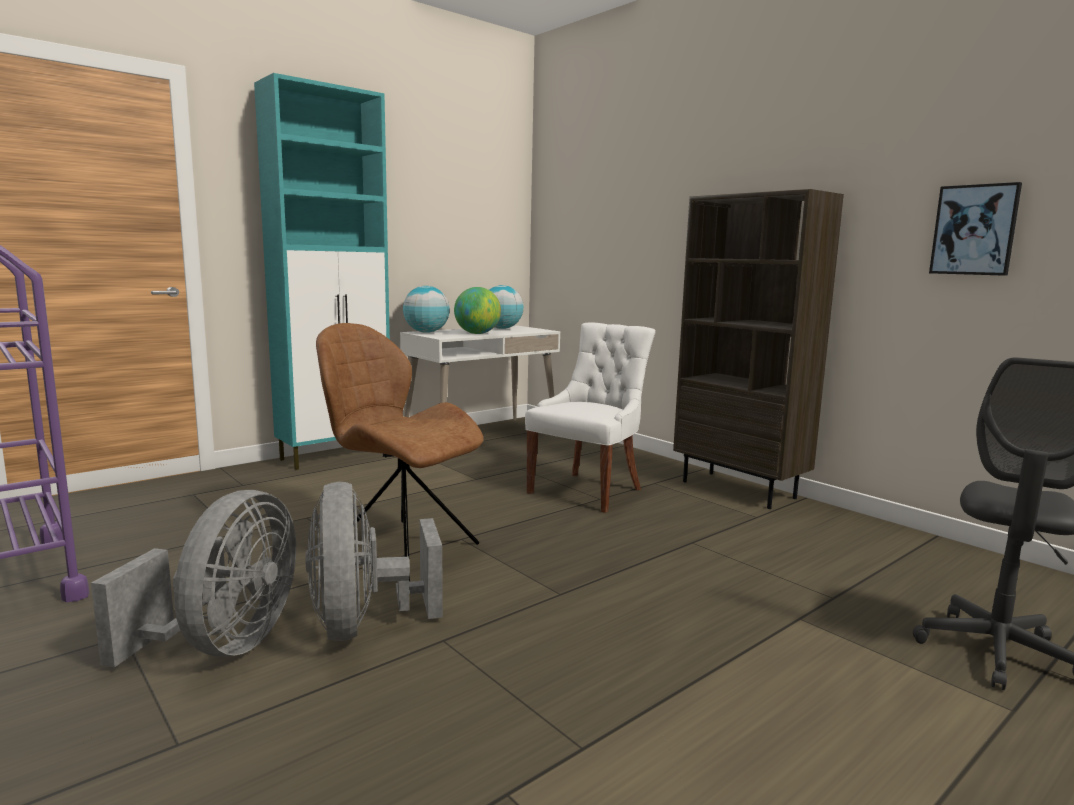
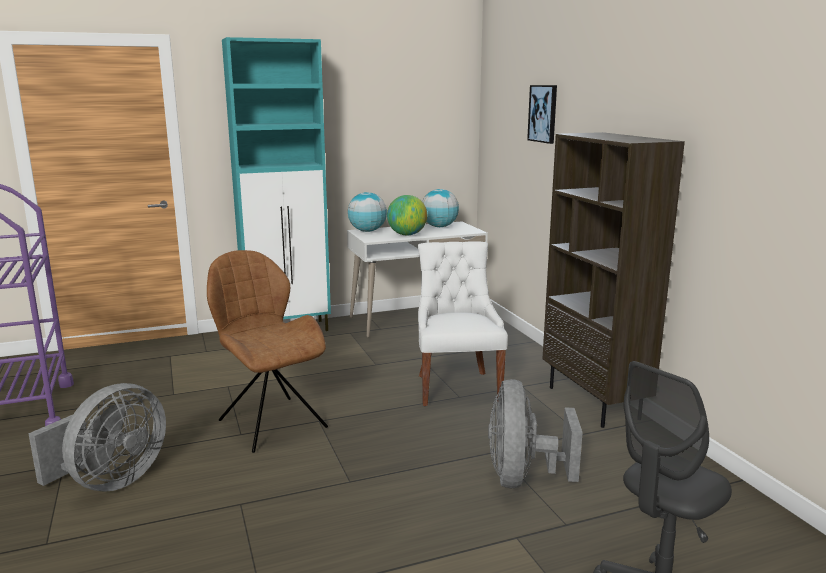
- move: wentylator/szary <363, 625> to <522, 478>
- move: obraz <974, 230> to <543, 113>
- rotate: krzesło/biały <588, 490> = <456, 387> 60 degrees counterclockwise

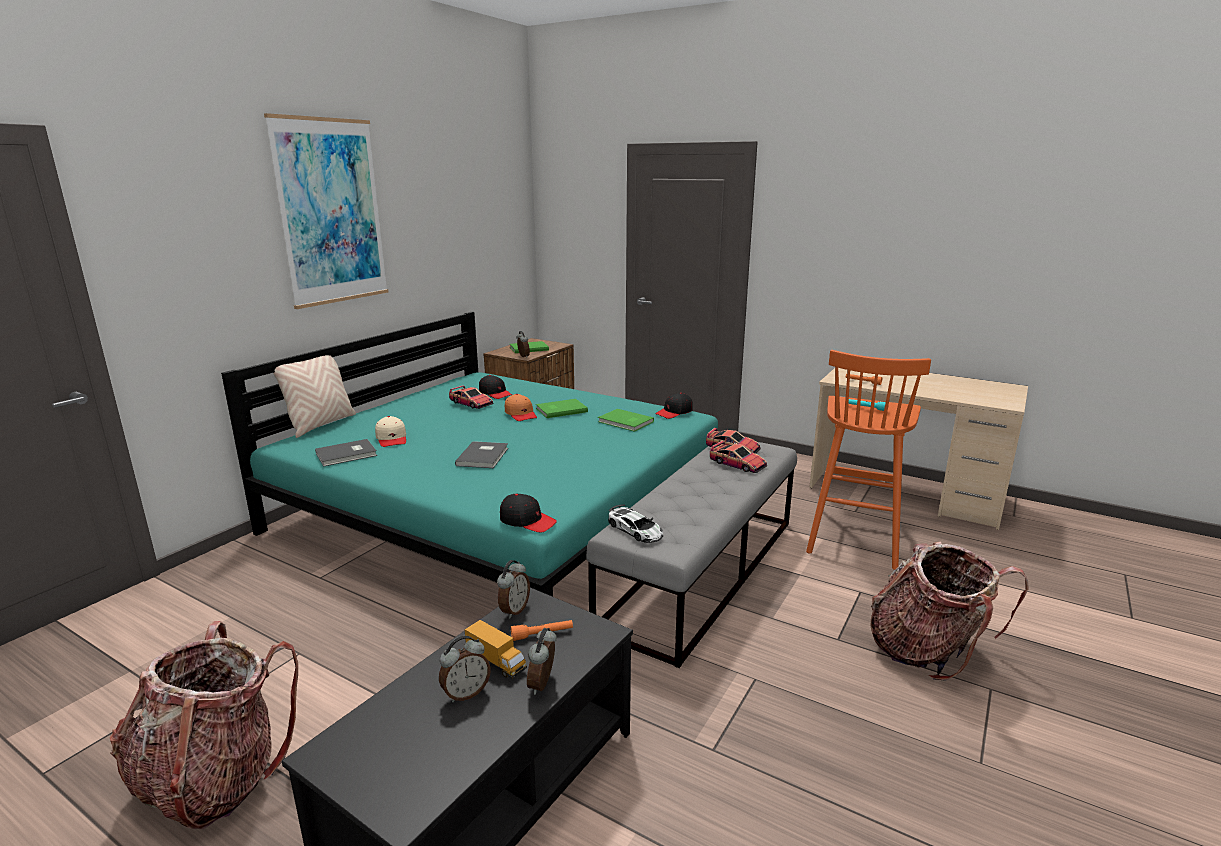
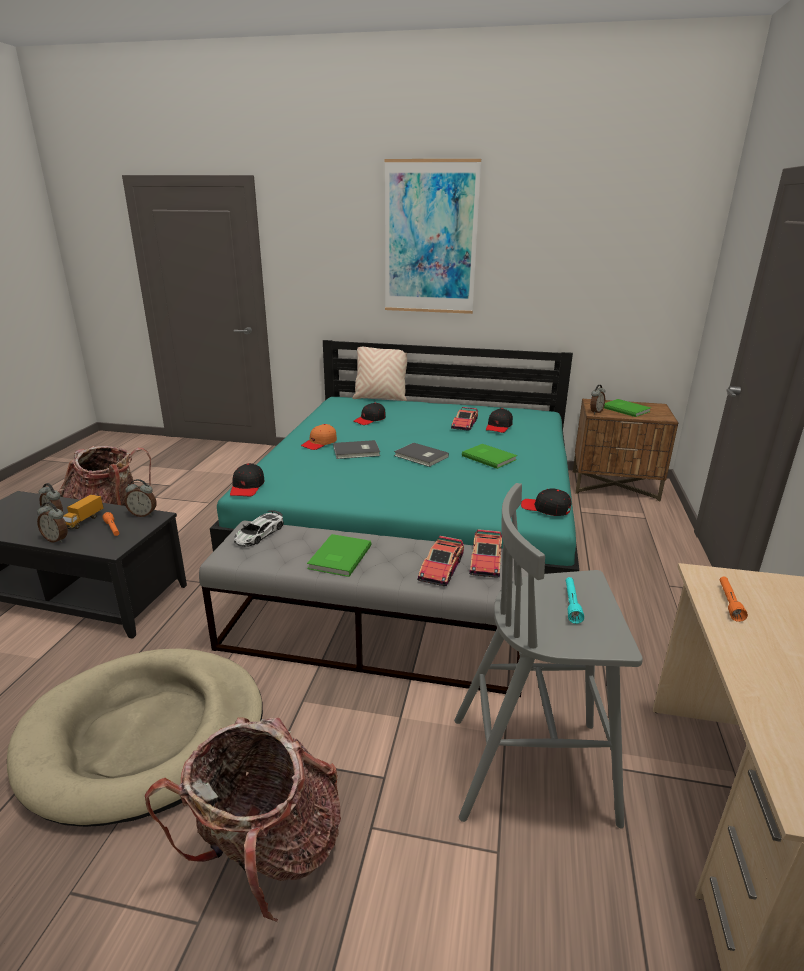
- insert: legowisko/beżowy <145, 735>
- move: książka/szary <347, 455> to <421, 457>
- move: czapka z daszkiem/pomarańczowy <521, 414> to <319, 443>
- move: książka/zielony <625, 422> to <338, 557>
- recolor: czapka z daszkiem/beżowy <392, 438> to czapka z daszkiem/czarny <370, 420>
- recolor: stołek/pomarańczowy <854, 536> to stołek/szary <535, 769>
- rotate: budzik <543, 684> = <57, 539> 150 degrees counterclockwise

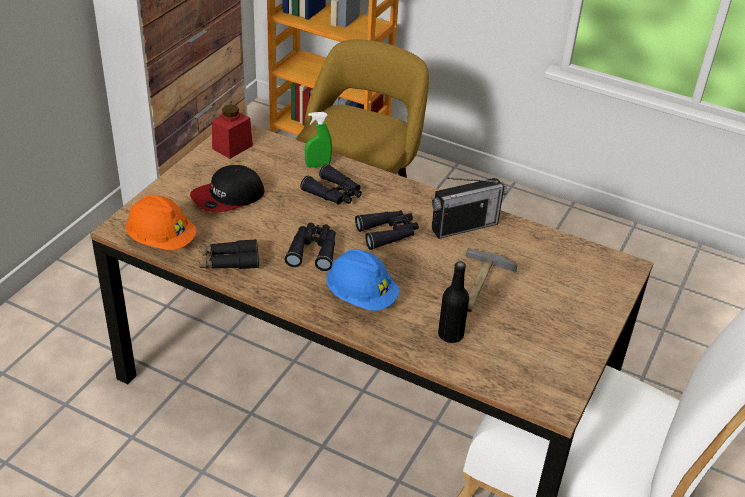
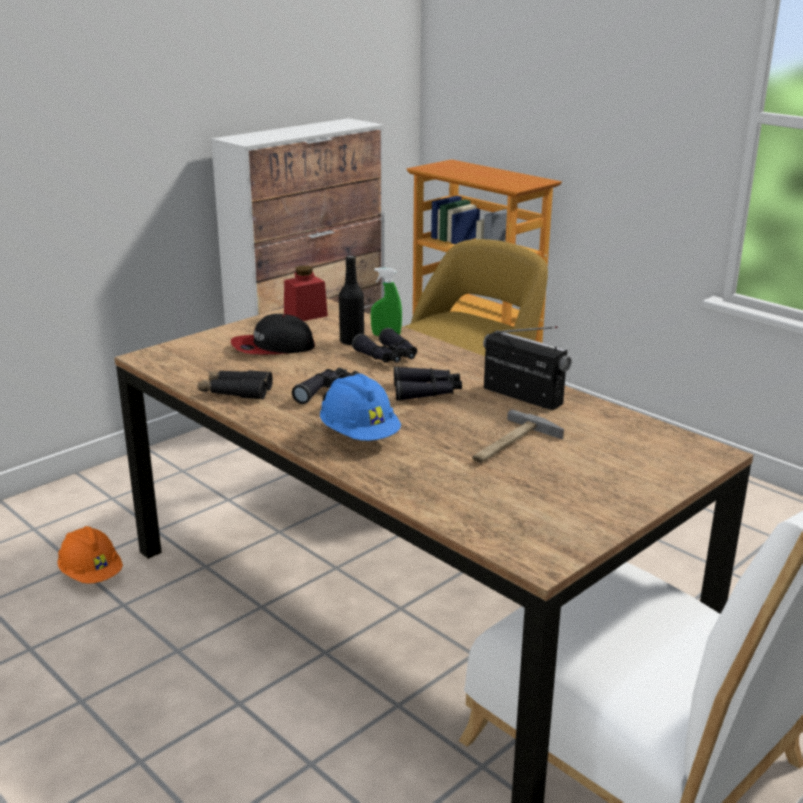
- move: kask/pomarańczowy <161, 240> to <91, 574>
- move: butelka/czarny <450, 335> to <352, 341>
- rotate: radio <464, 226> = <522, 396> 135 degrees counterclockwise

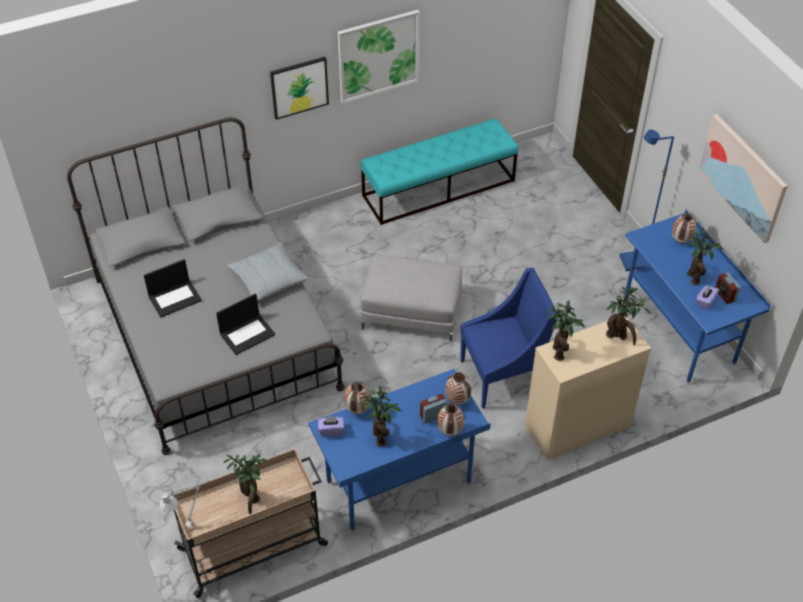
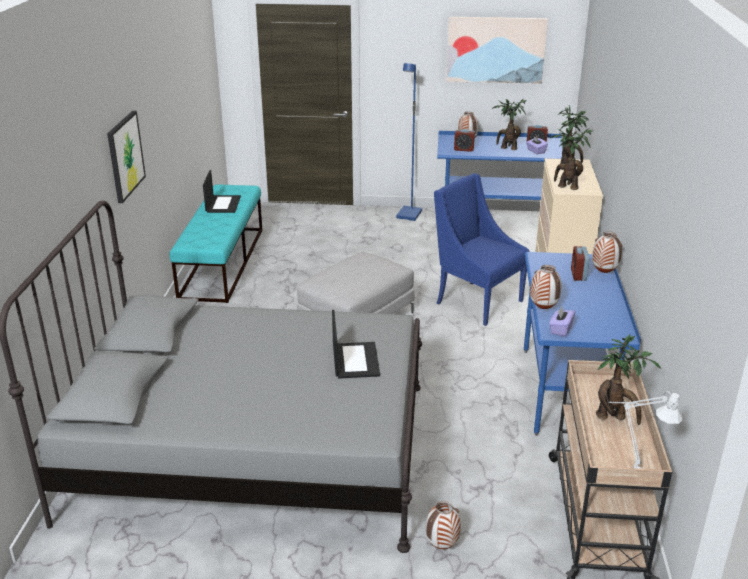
- delete: poduszka <268, 278>
- delete: obraz <378, 56>
- delete: roślina doniczkowa <380, 435>
- insert: budzik <463, 149>
- move: laptop <175, 298> to <222, 204>
- move: wazon <458, 400> to <442, 546>
- rotate: fotel/niebieski <502, 376> = <476, 301> 60 degrees counterclockwise

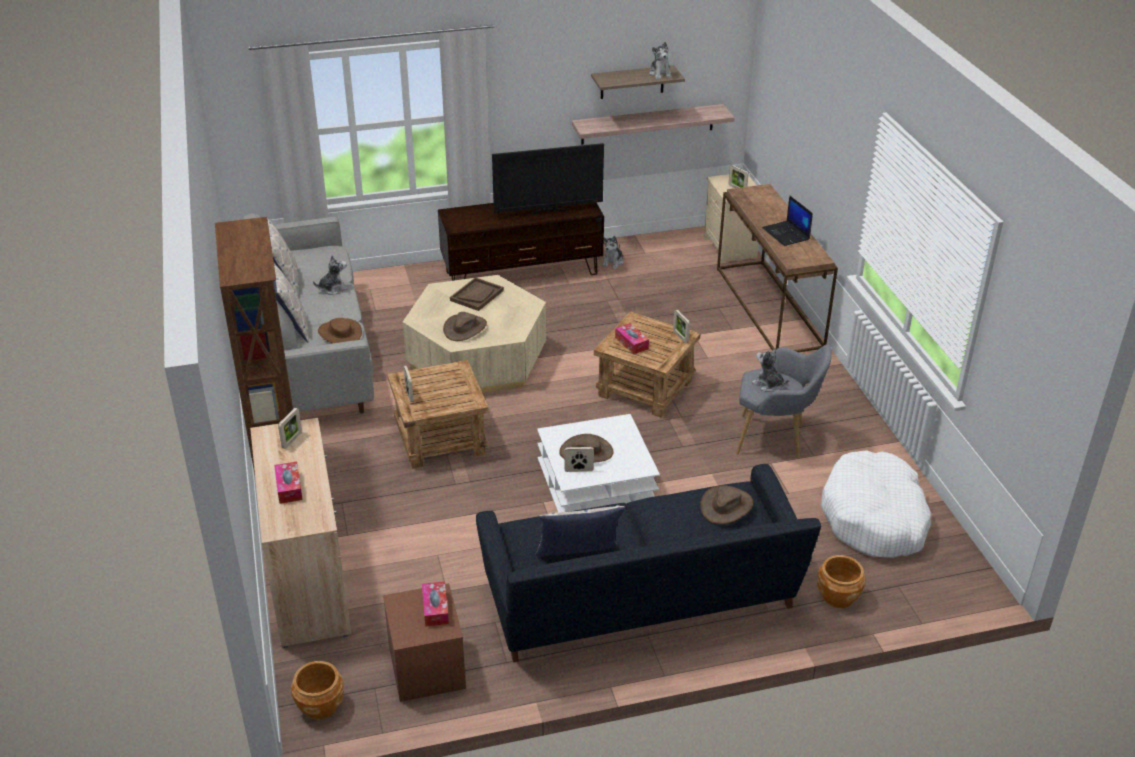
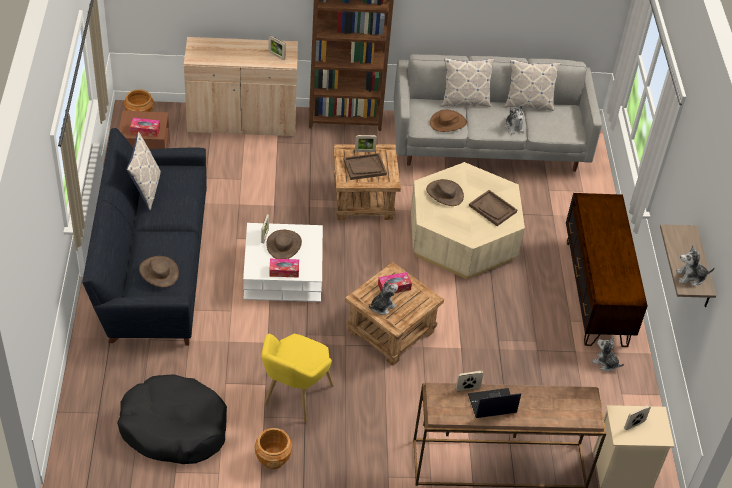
- delete: telewizor <548, 211>
- delete: półka <647, 124>
- insert: taca/brązowy <364, 167>
- move: pudełko chusteczek <289, 487> to <284, 271>
- move: ramka na zdjęcie <680, 337> to <467, 388>
- move: pluszak <768, 384> to <382, 306>
- move: donica/brązowy <837, 597> to <273, 458>
- recolor: fotel/szary <775, 439> to fotel/żółty <294, 398>
- recolor: legowisko/biały <874, 518> to legowisko/czarny <174, 428>

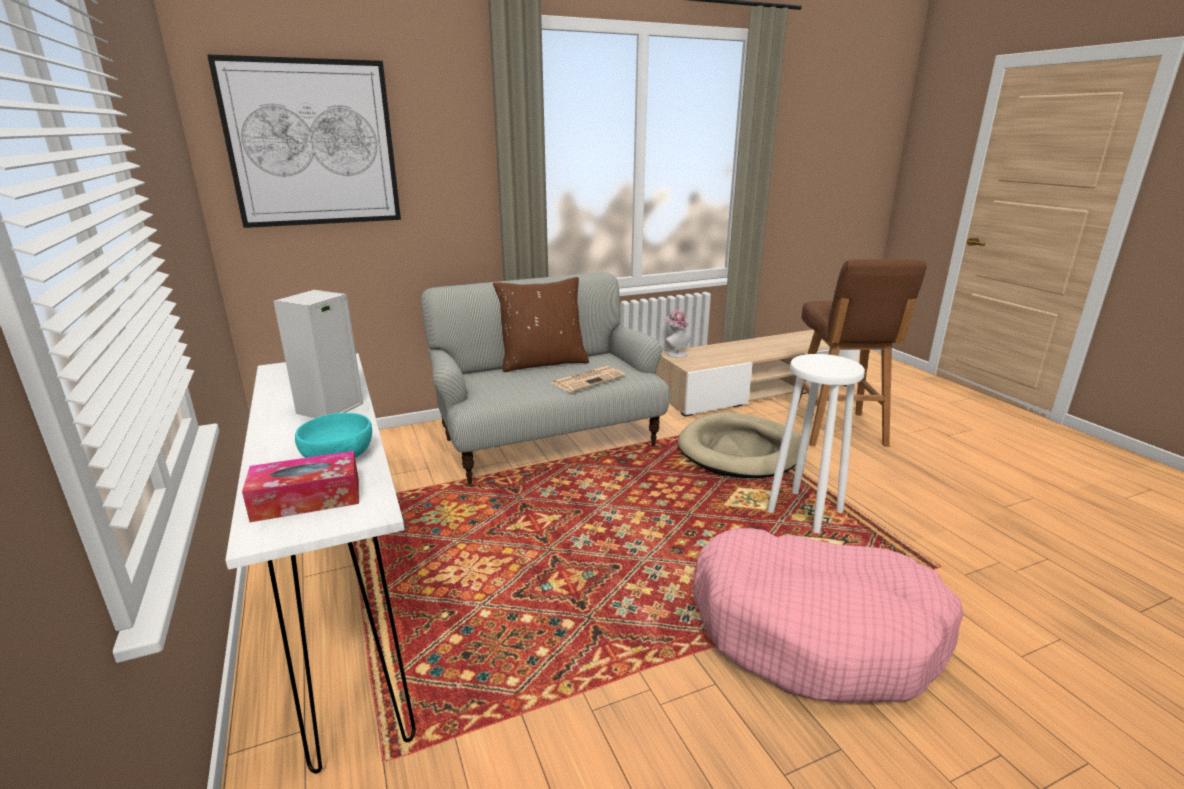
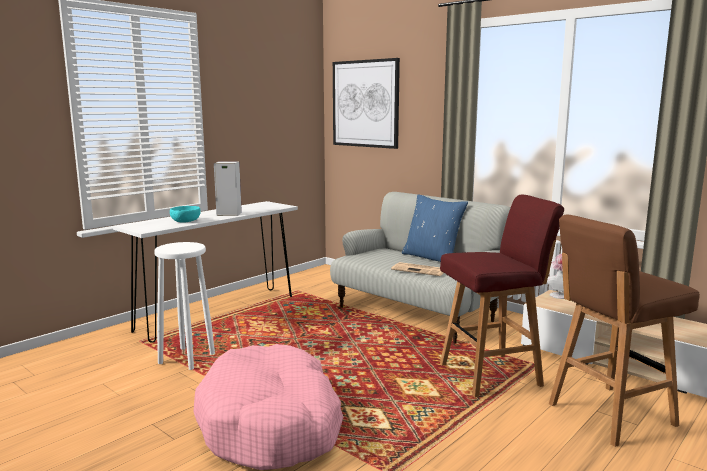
- delete: pudełko chusteczek <307, 499>
- move: stołek/biały <804, 511> to <187, 358>
- replace: legowisko/beżowy <740, 451> to stołek/czerwony <492, 374>
- recolor: poduszka/brązowy <543, 362> to poduszka/niebieski <432, 257>

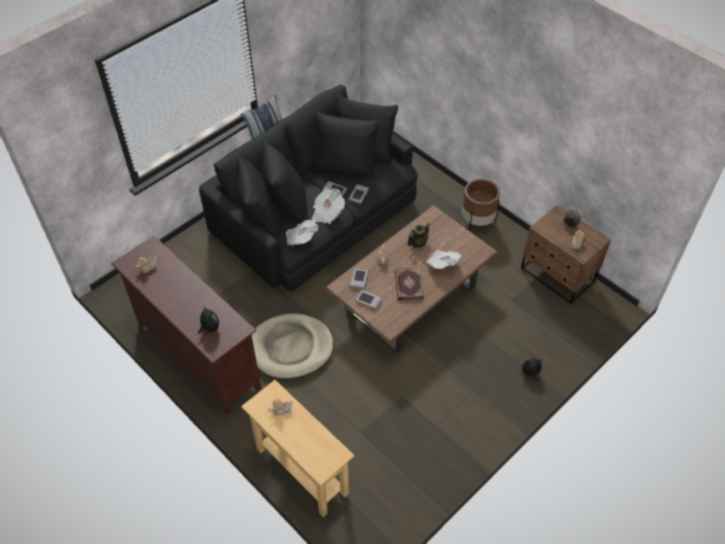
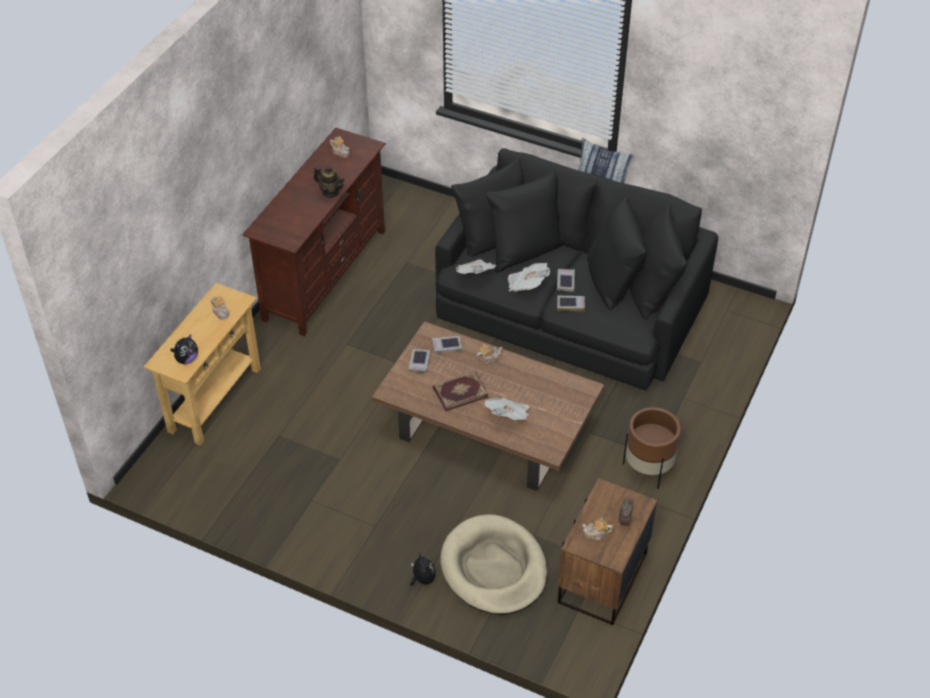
- move: pluszak <209, 328> to <186, 359>
- move: legowisko/beżowy <291, 348> to <493, 568>
- move: imbryk <417, 243> to <330, 192>

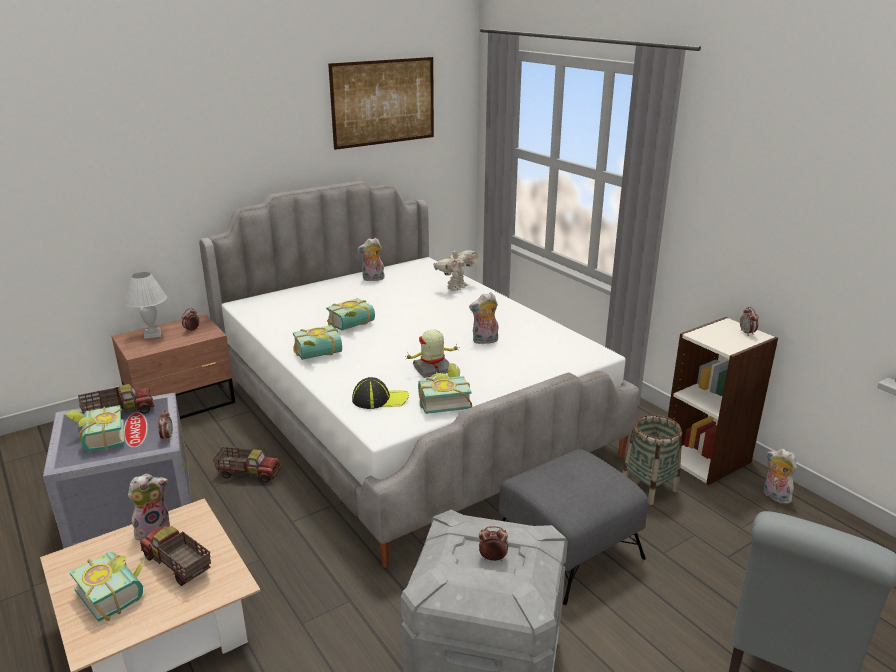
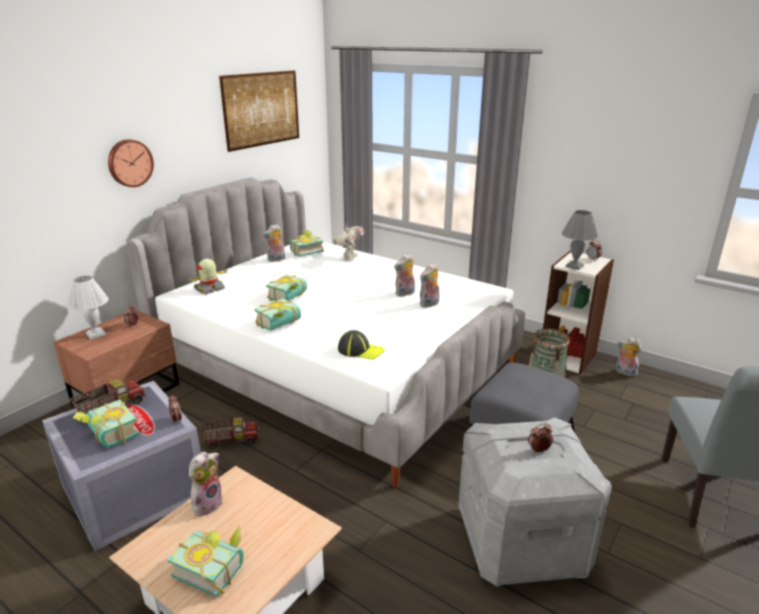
- delete: ciężarówka zabawkowa <177, 565>
- insert: zegar ścienny <129, 163>
- insert: pluszak <429, 304>
- insert: lampa stołowa/szary <574, 266>
- move: robot zabawkowy <432, 370> to <210, 289>
- move: książka <443, 402> to <305, 251>
- rotate: czapka z daszkiem <380, 399> = <360, 350> 45 degrees clockwise

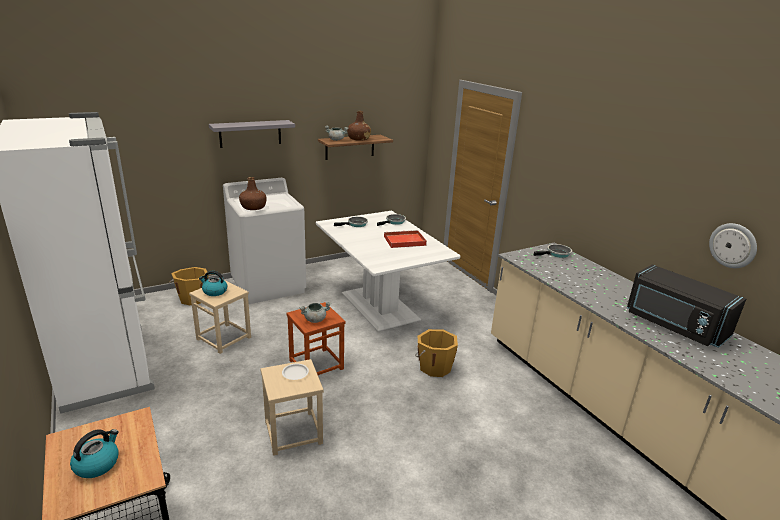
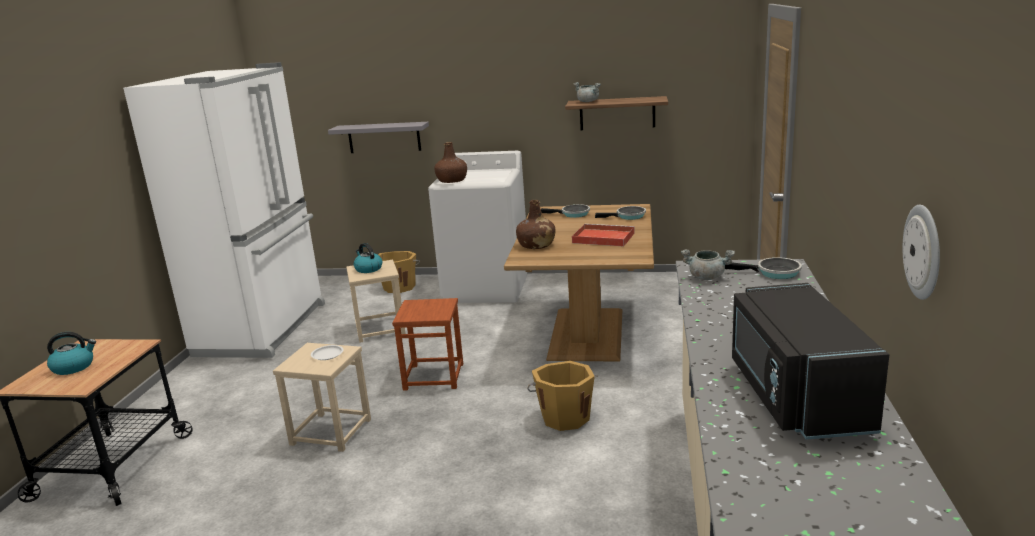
- move: półka/szary <250, 133> to <384, 137>
- move: garnek/szary <315, 319> to <707, 277>
- move: butelka/brązowy <359, 139> to <536, 245>
- recolor: stół jadalny/biały <380, 305> to stół jadalny/brązowy <588, 334>

